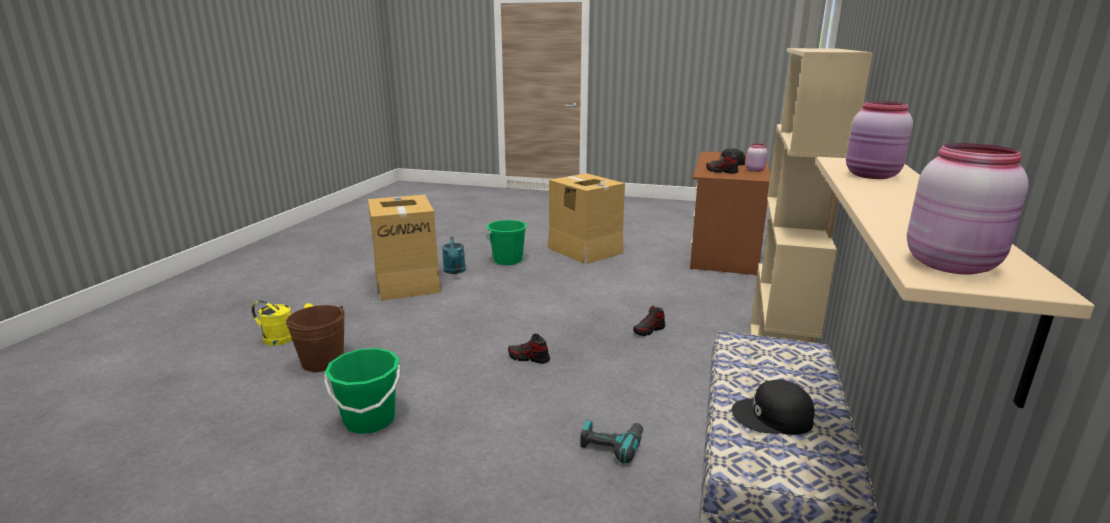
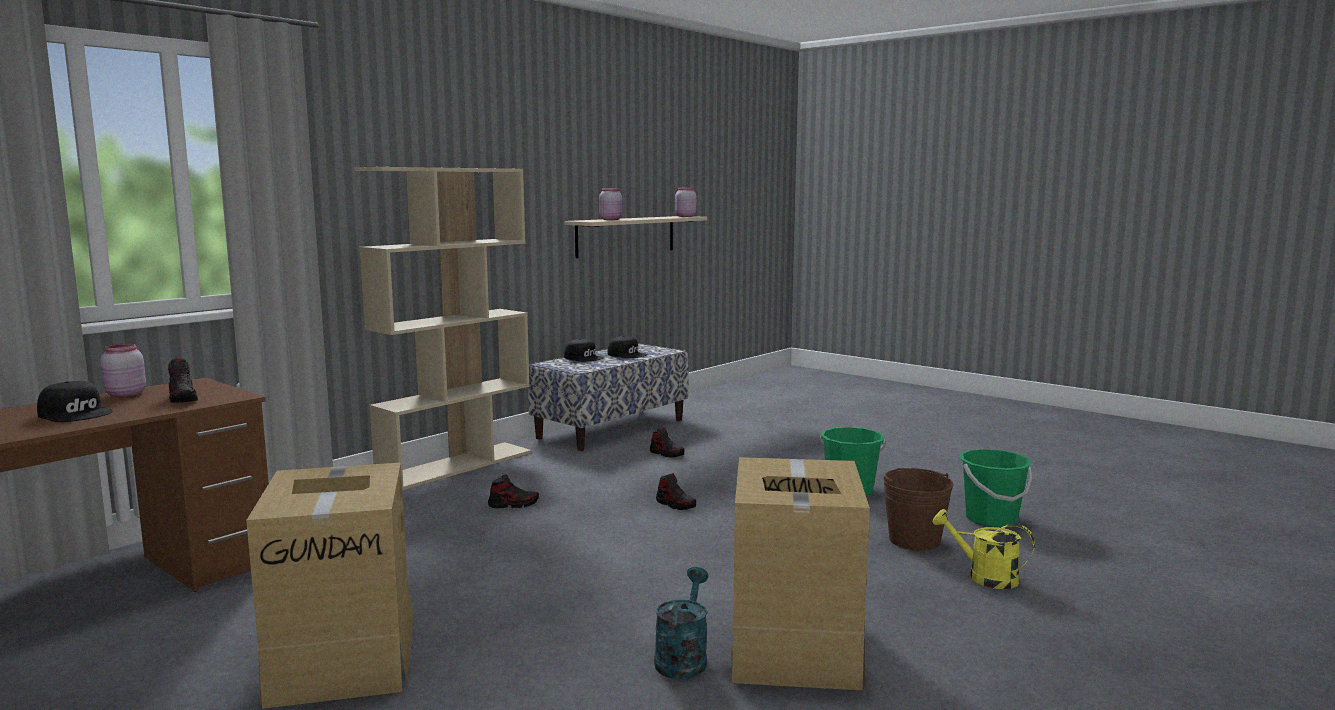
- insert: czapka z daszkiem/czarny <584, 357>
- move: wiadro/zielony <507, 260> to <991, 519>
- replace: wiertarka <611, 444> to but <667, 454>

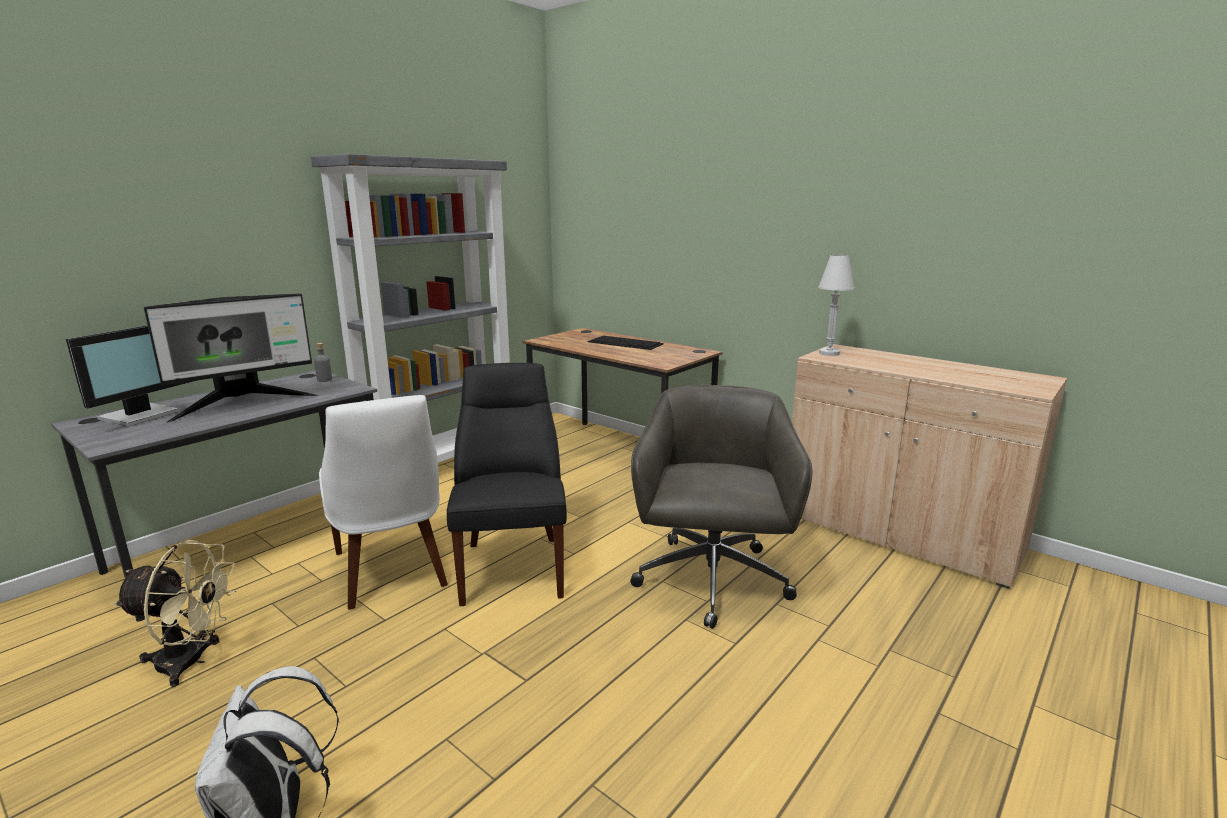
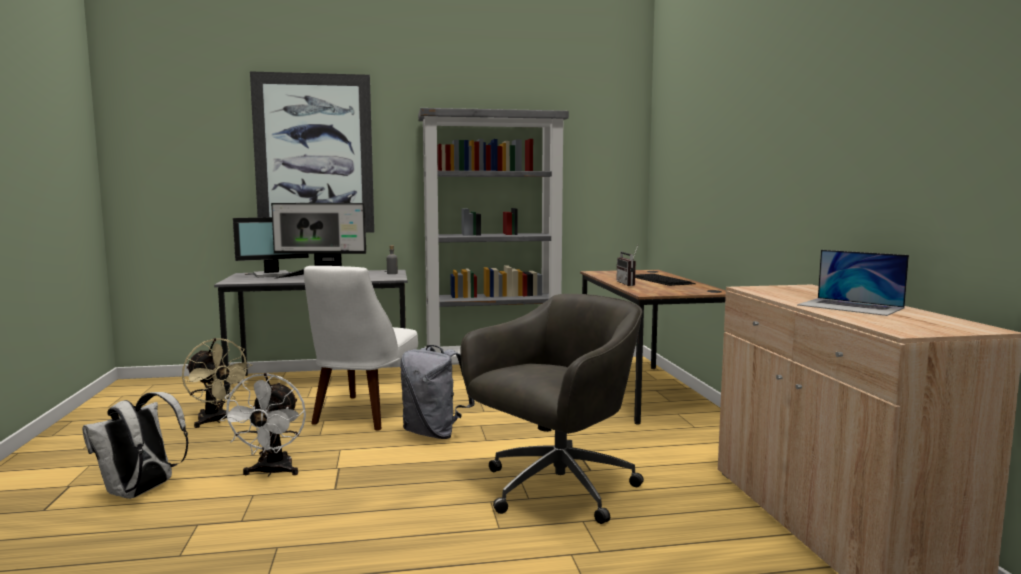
- delete: lampa stołowa/biały <829, 353>
- insert: wentylator/biały <272, 472>
- insert: obraz <314, 154>
- insert: radio <629, 284>
- insert: laptop <850, 306>
- replace: krzesło/czarny <513, 565> to plecak/szary <434, 433>

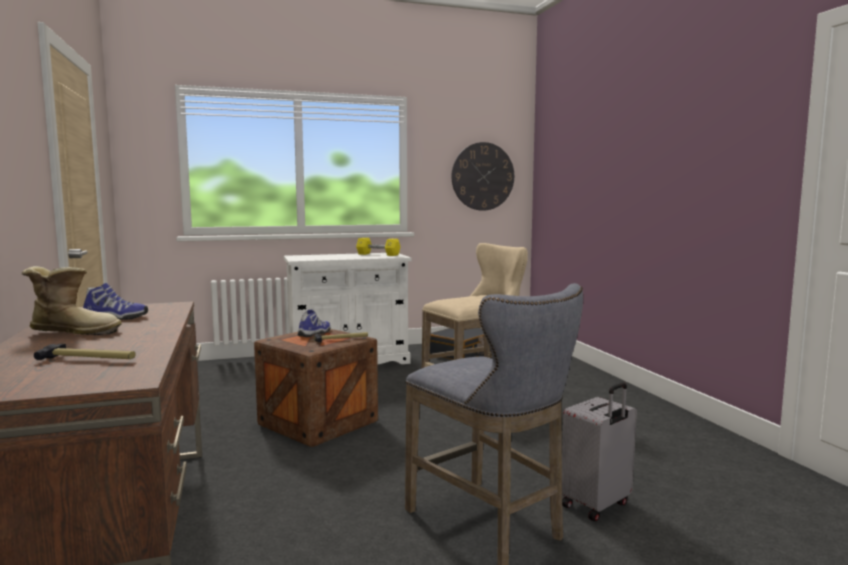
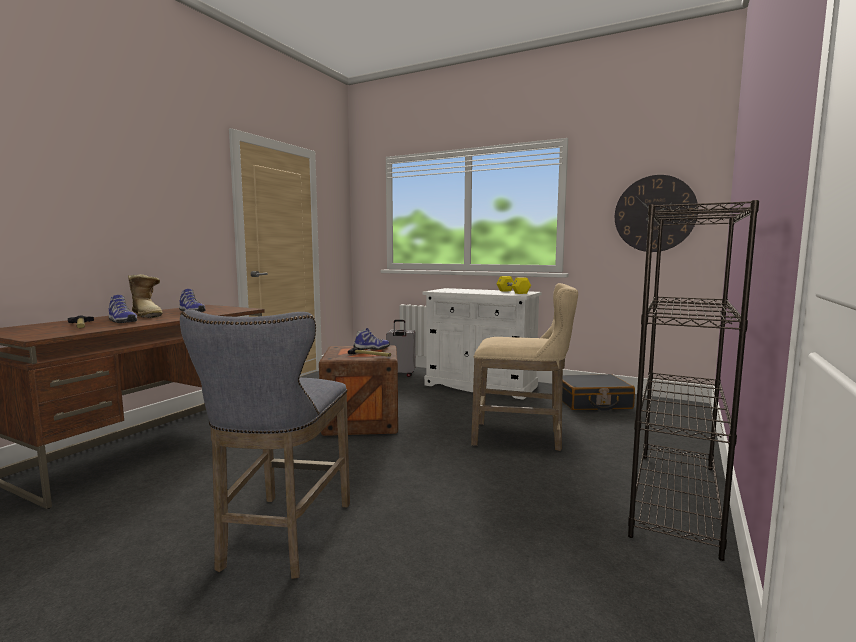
- insert: but <121, 321>
- insert: regał/czarny <676, 499>
- move: walizka/szary <597, 505> to <400, 374>

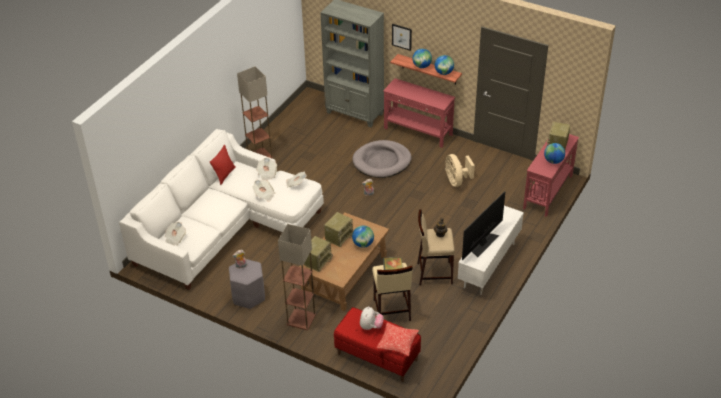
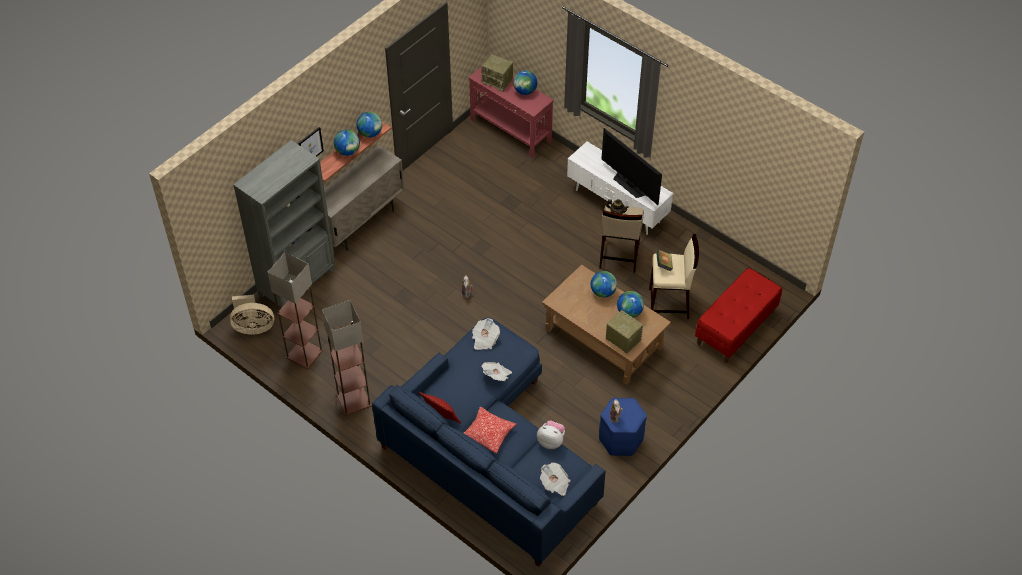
- delete: gazeta <267, 174>
- delete: radio <339, 236>
- delete: legowisko/szary <382, 161>
- insert: globus <629, 312>
- move: lampa stojąca <300, 319> to <304, 354>
- move: pluszak <371, 327> to <551, 441>
- move: poduszka <397, 343> to <488, 434>
- move: wentylator/beżowy <456, 181> to <253, 327>
- replace: stolik konsolowy/czerwony <418, 132> to szafka/beżowy <361, 224>
- recolor: kanapa/biały <225, 228> to kanapa/niebieski <490, 454>
- recolor: stołek/szary <249, 296> to stołek/niebieski <620, 439>

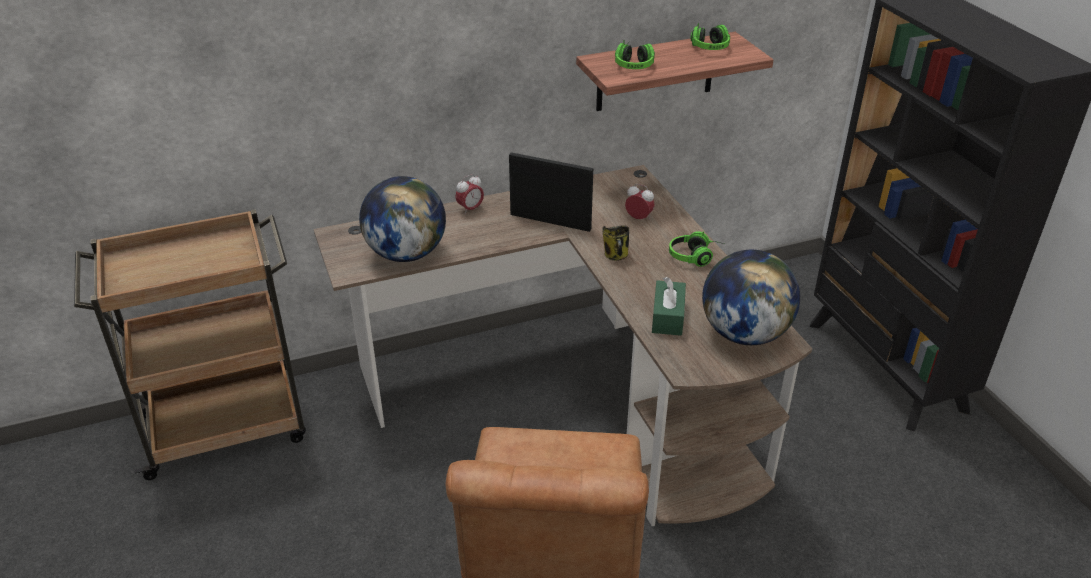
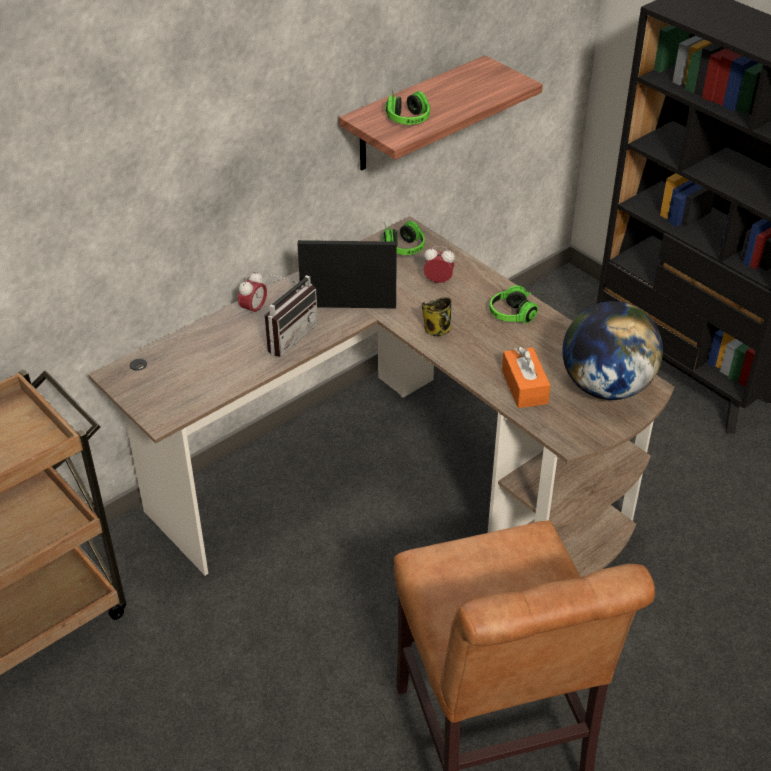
- delete: globus <406, 254>
- insert: radio <287, 335>
- move: słuchawki <708, 45> to <401, 245>
- recolor: pudełko chusteczek/zielony <668, 317> to pudełko chusteczek/pomarańczowy <524, 387>

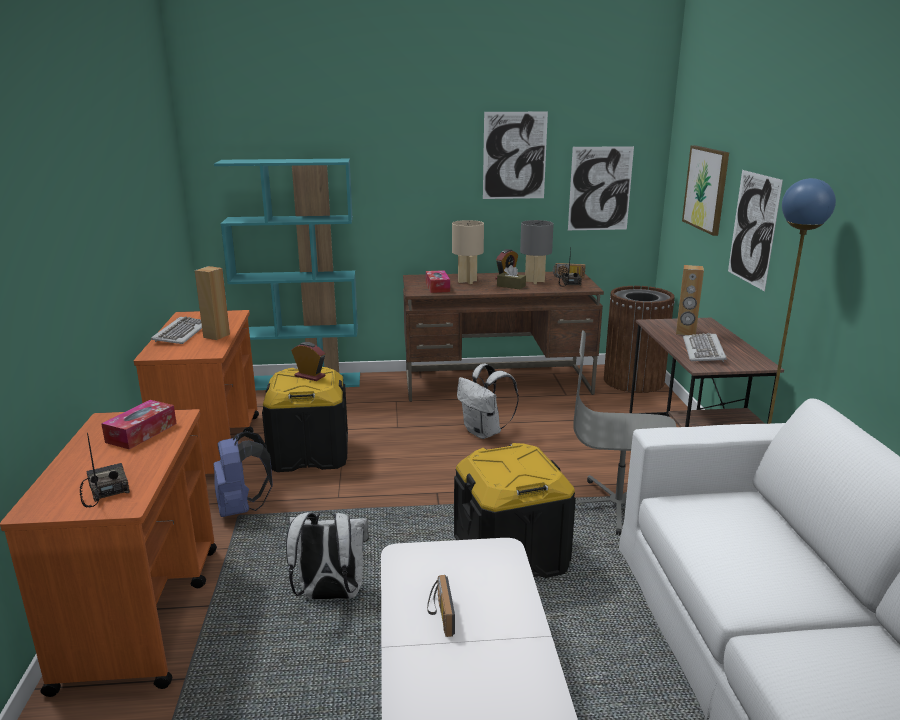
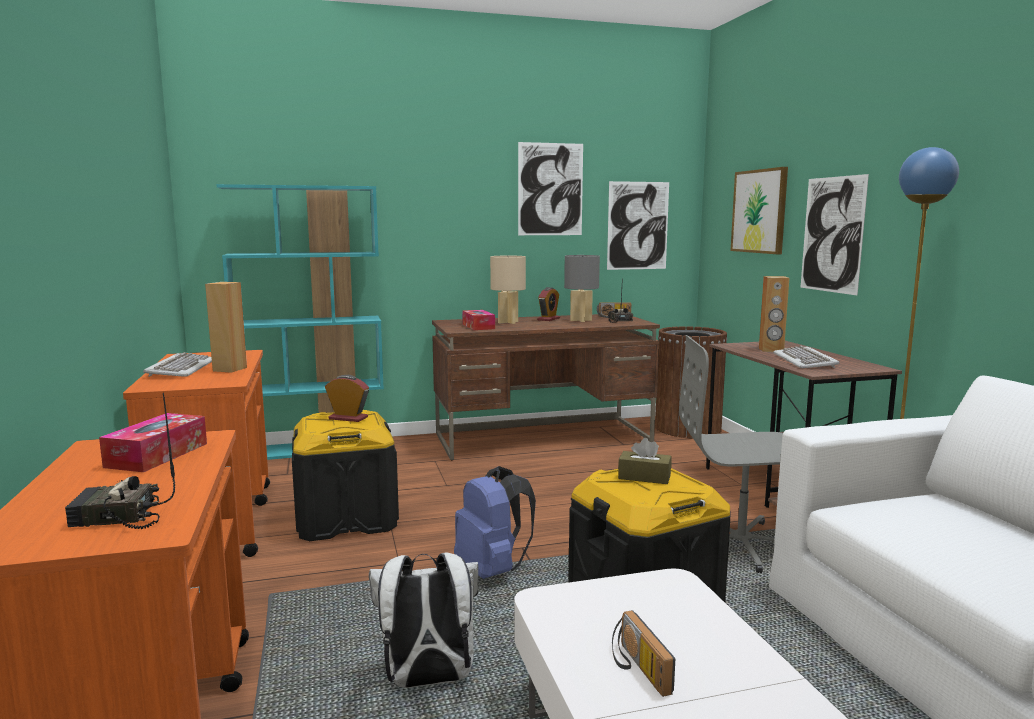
- delete: plecak/biały <484, 432>
- move: plecak/niebieski <242, 508> to <492, 570>
- move: pudełko chusteczek/brązowy <511, 286> to <644, 477>
- rotate: radio <105, 490> = <117, 518> 60 degrees counterclockwise

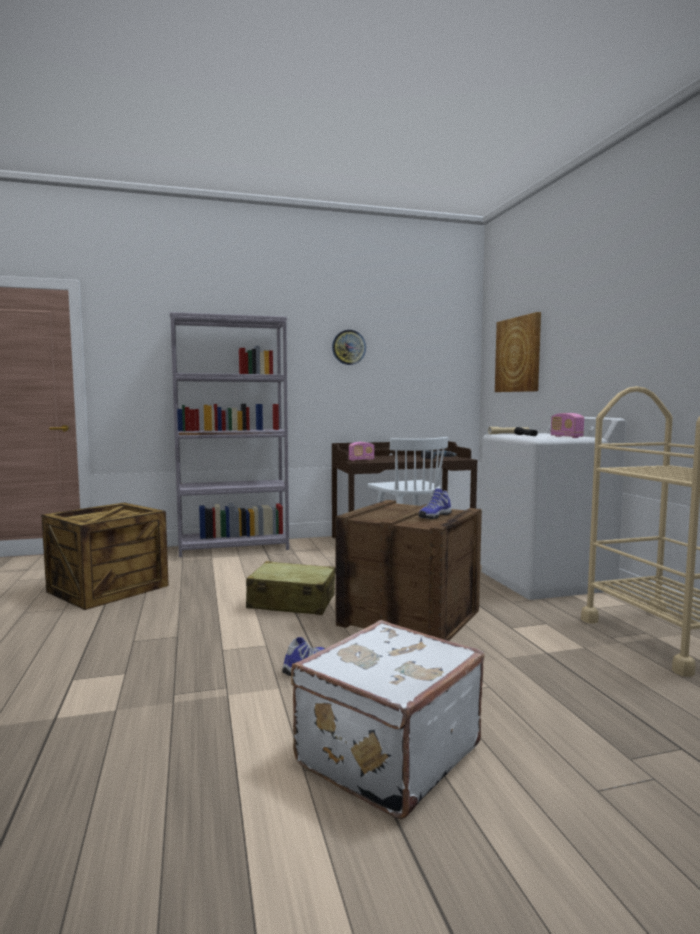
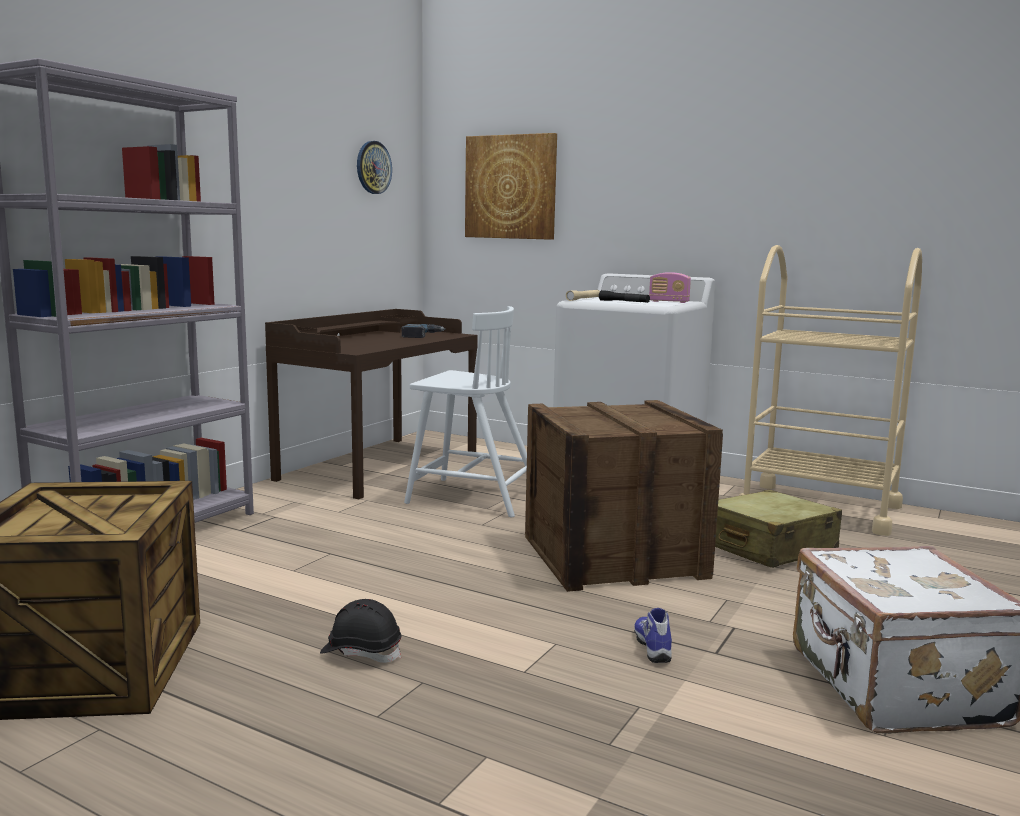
- delete: radio <361, 460>
- delete: but <434, 516>
- insert: kask/czarny <361, 652>
- move: walizka/beżowy <292, 602> to <768, 547>
- move: zegar ścienny <348, 347> to <373, 167>

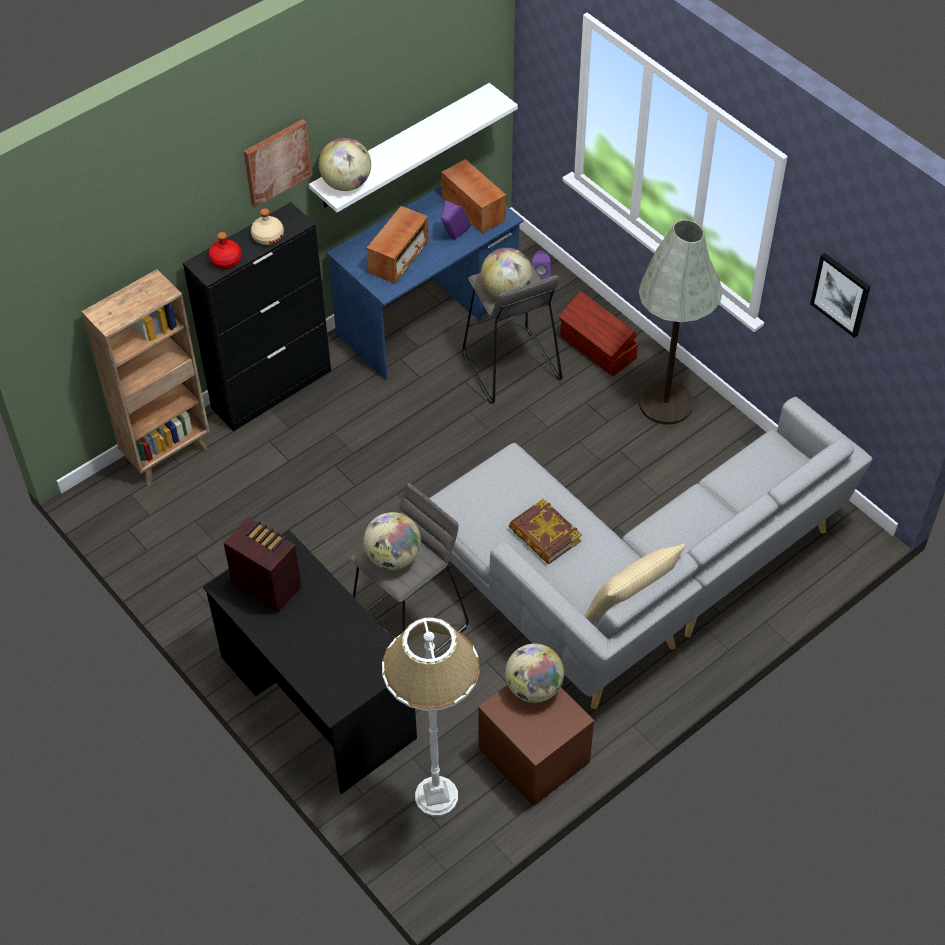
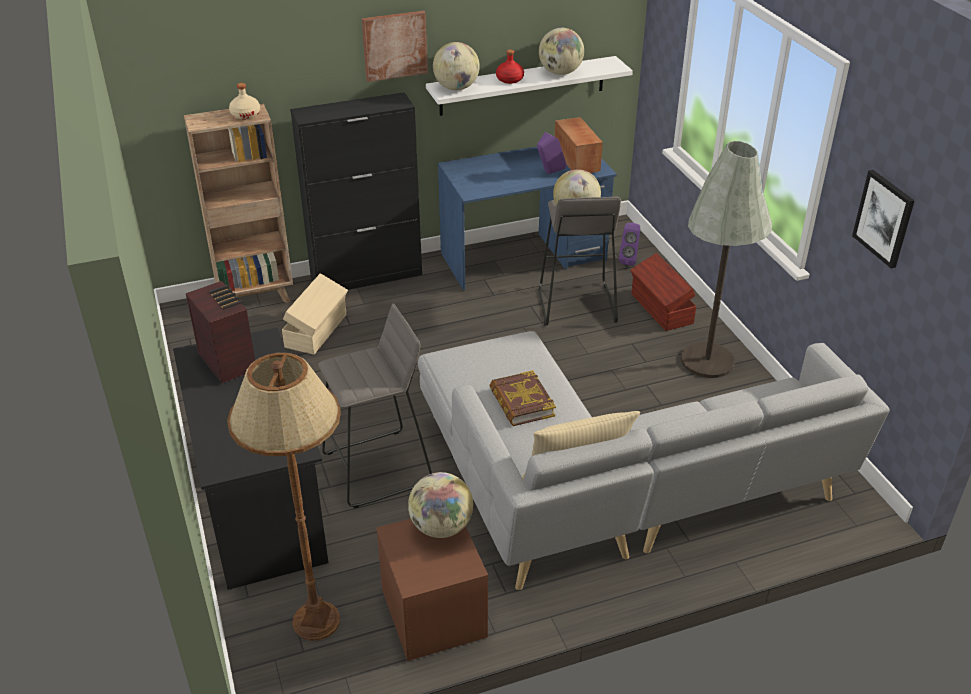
- delete: radio <399, 258>
- insert: pojemnik do przechowywania/beżowy <317, 330>
- move: butelka/czerwony <226, 260> to <510, 79>
- move: butelka/beżowy <267, 236> to <245, 114>
- move: globus <393, 557> to <560, 73>
- recolor: lampa stojąca/biały <437, 796> to lampa stojąca/brązowy <316, 621>

